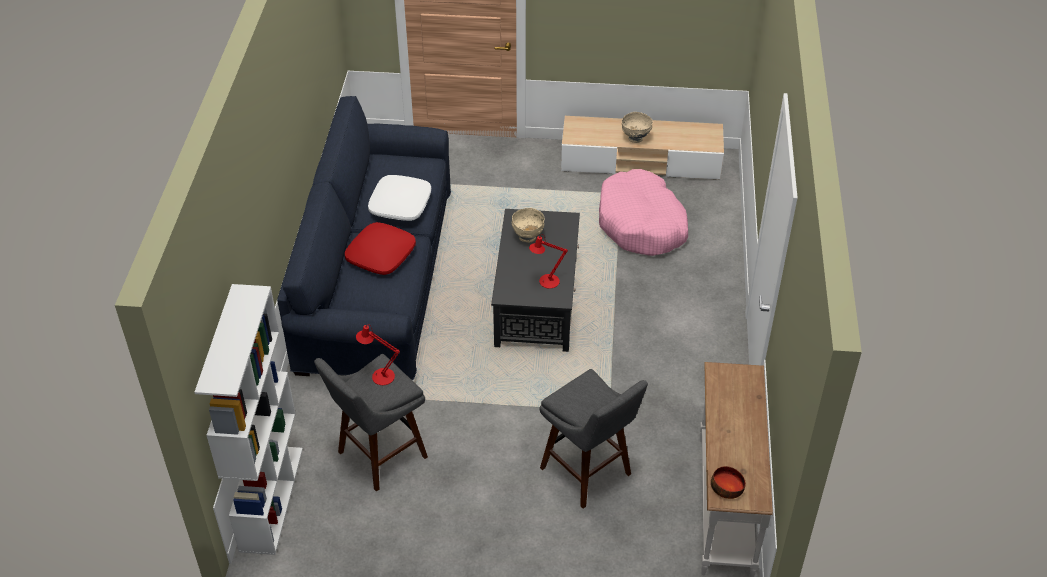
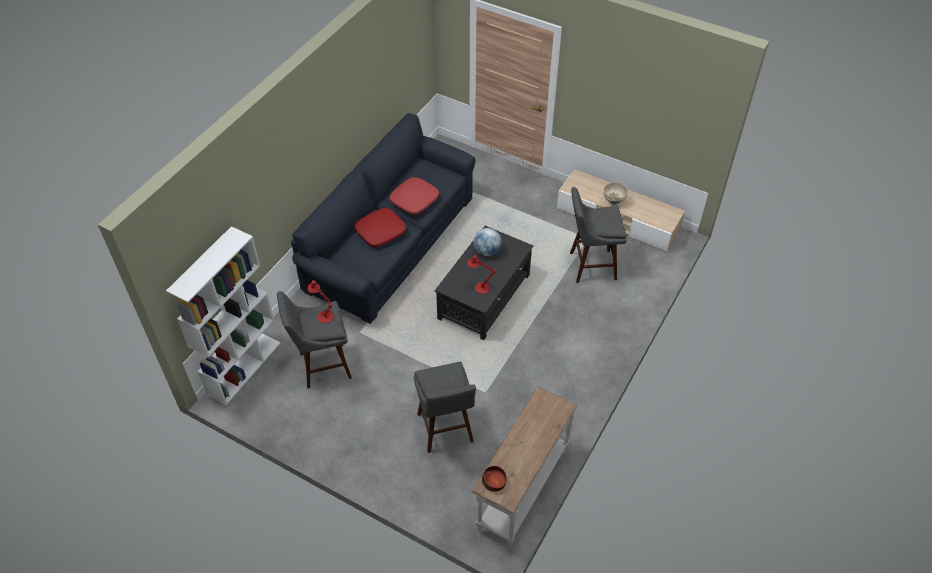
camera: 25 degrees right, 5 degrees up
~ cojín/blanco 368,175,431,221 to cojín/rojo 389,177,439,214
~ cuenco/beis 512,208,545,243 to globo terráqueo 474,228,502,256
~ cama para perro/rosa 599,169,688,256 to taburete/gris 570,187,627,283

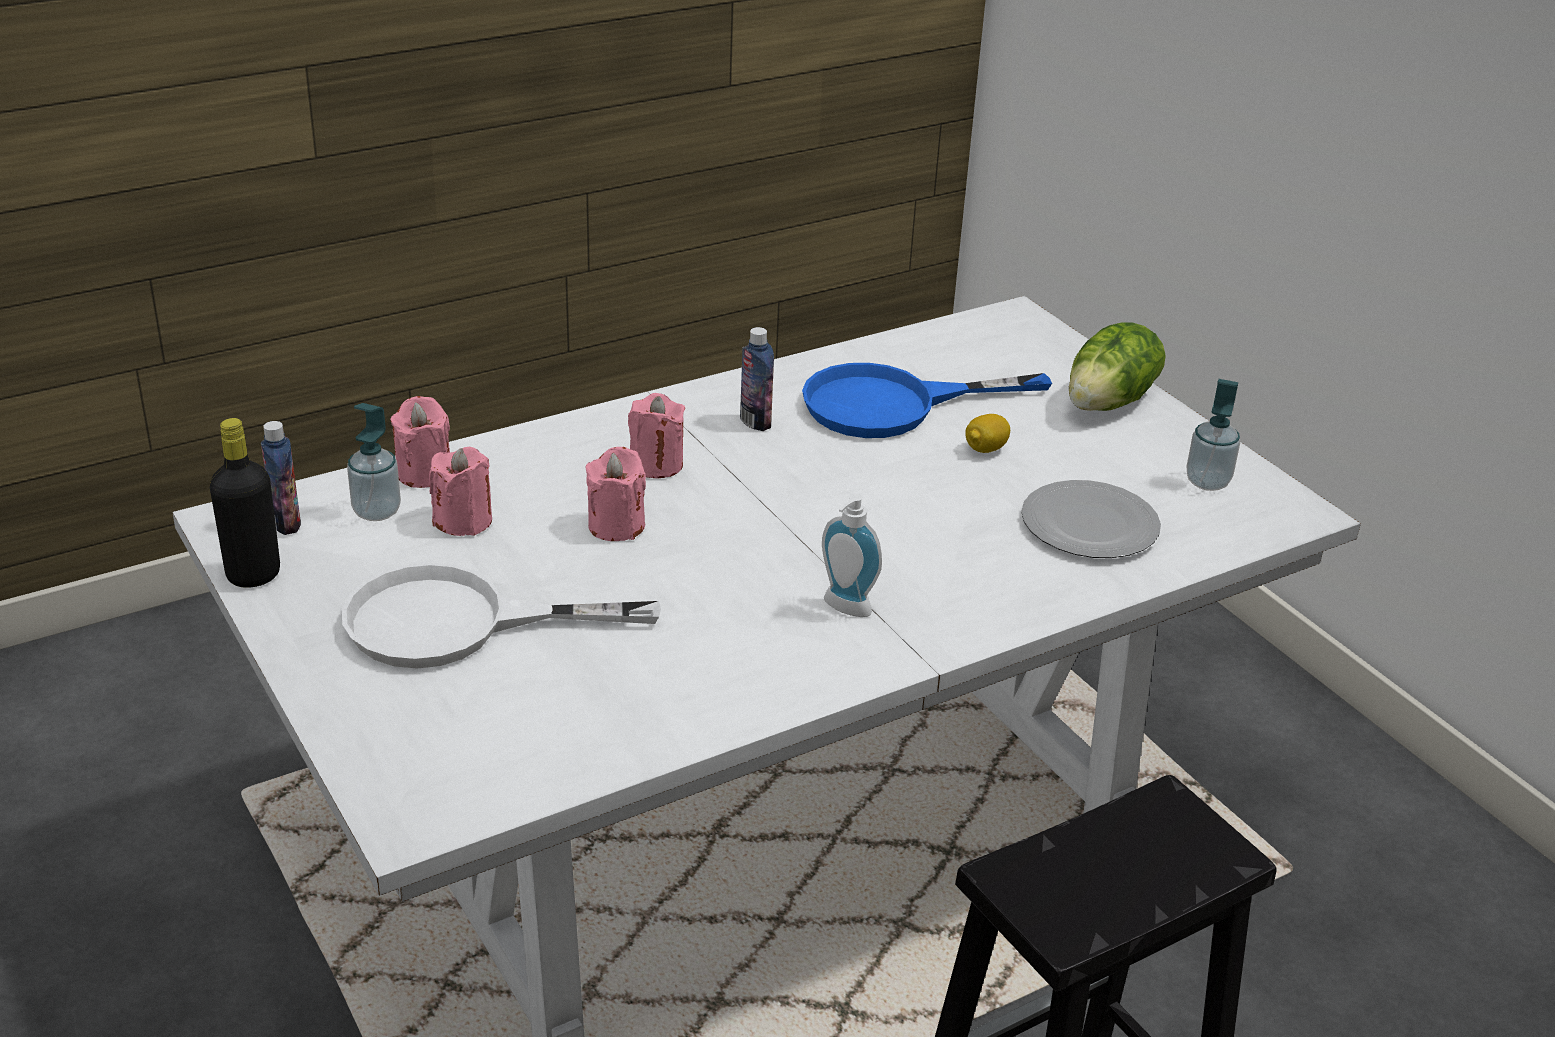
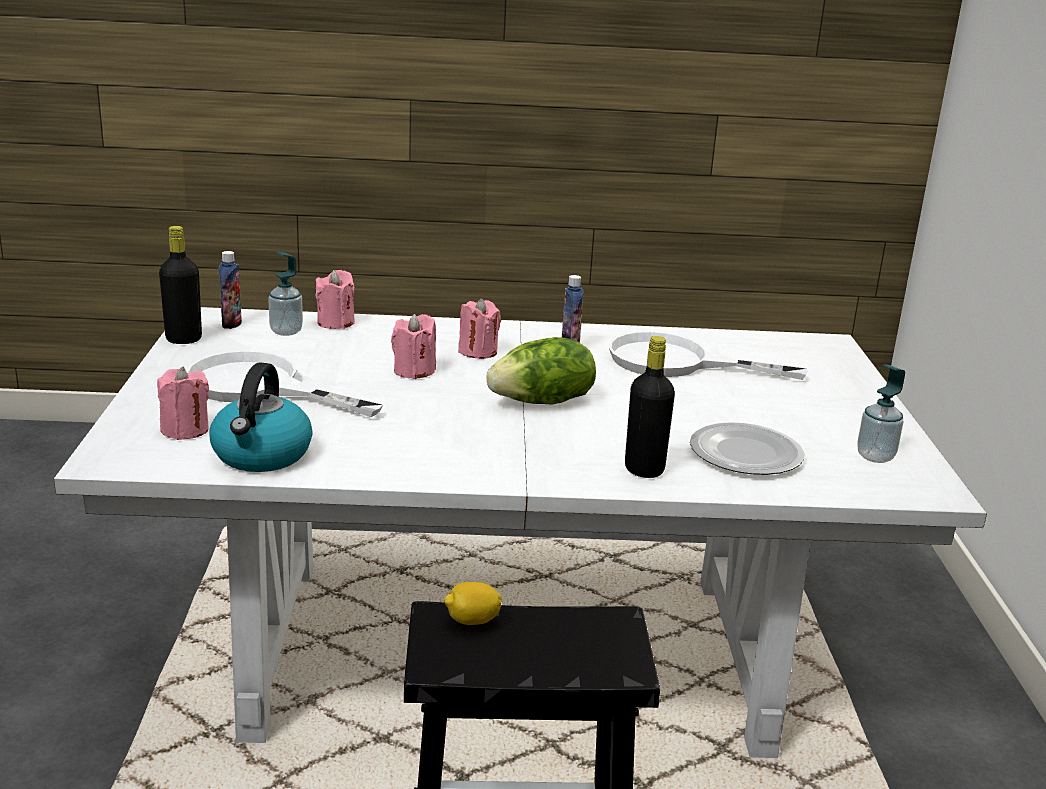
camera: 30 degrees right, 10 degrees down
~ vela/rosa 429,447,492,536 to 157,367,209,440
+ hervidor 209,362,312,472
~ limón 965,414,1010,453 to 444,582,502,625
~ lechuga 1069,322,1166,411 to 487,337,596,405
~ sartén/azul 802,363,1052,438 to sartén/blanco 609,331,808,380
+ botella/negro 625,336,675,478
- dispensador de jabón 822,493,882,617

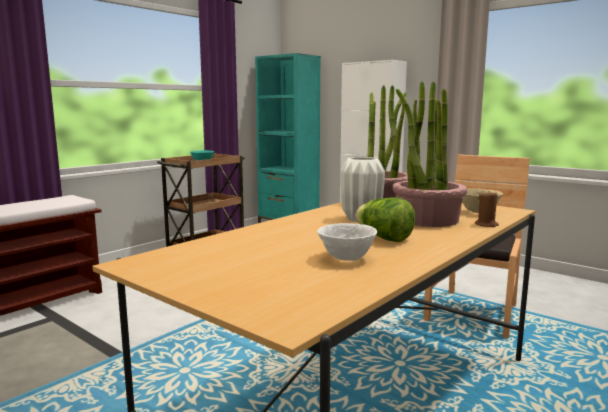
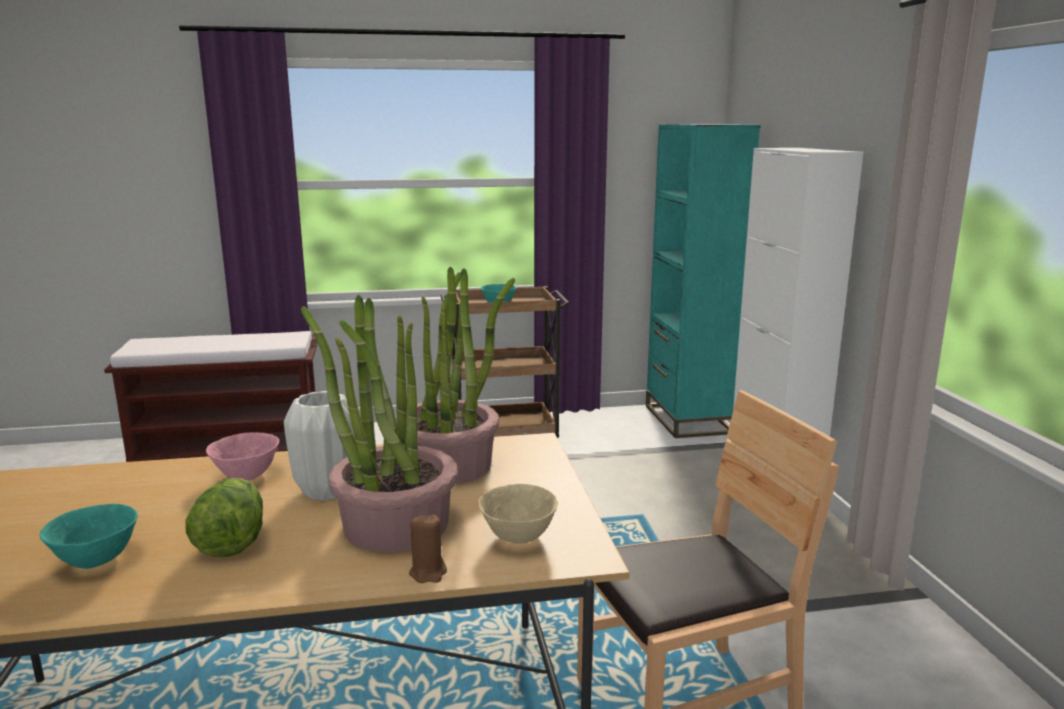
camera: 40 degrees right, 5 degrees up
~ cuenco/blanco 317,223,377,261 to cuenco/turquesa 40,504,138,569
+ cuenco/rosa 206,432,279,480

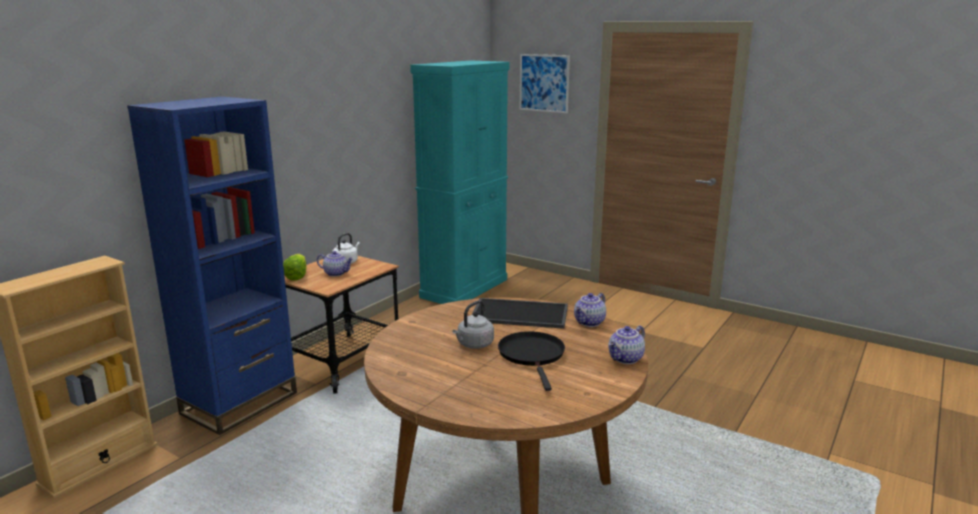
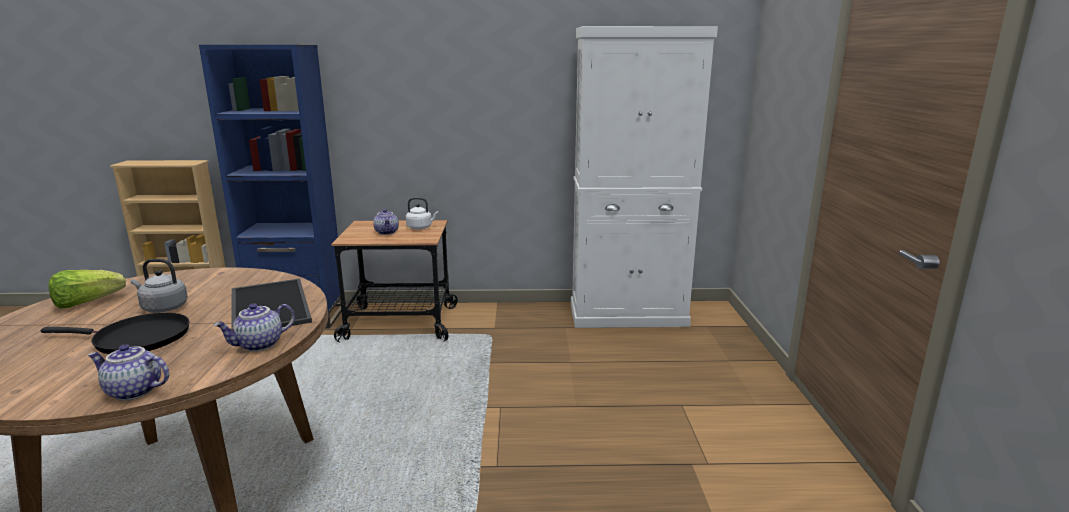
camera: 55 degrees right, 0 degrees up
~ sartén/negro 498,331,565,391 = 41,313,190,354 45 degrees clockwise
~ lechuga 283,254,307,281 to 48,270,126,309
~ tetera 574,293,606,327 = 213,303,295,352 45 degrees counterclockwise
~ armario/turquesa 410,60,510,304 to armario/blanco 571,26,718,328
- cuadro 520,54,570,113

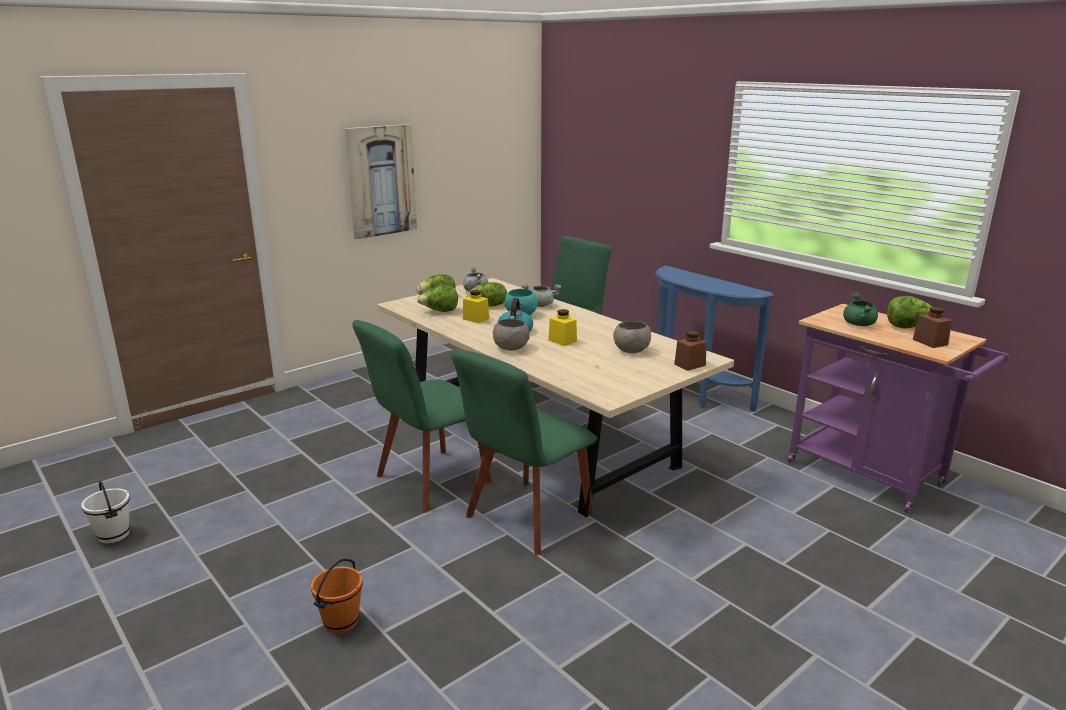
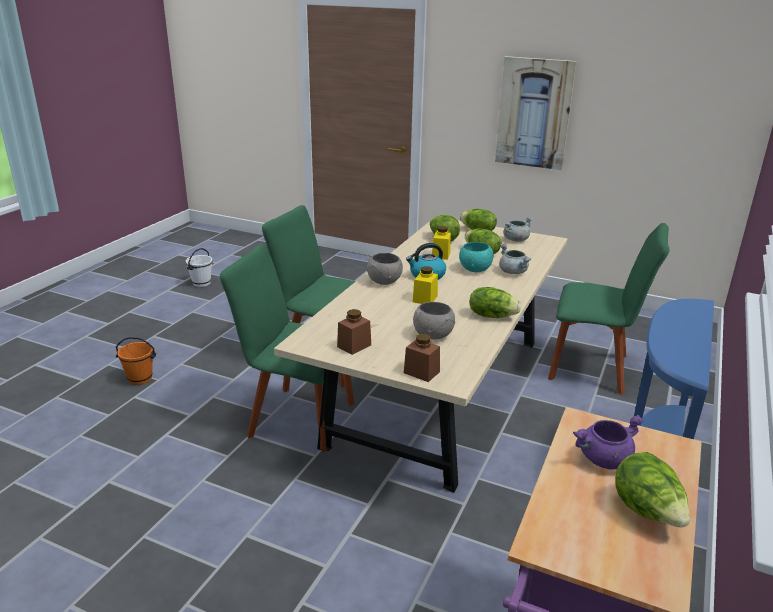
camera: 65 degrees right, 5 degrees up
~ tarro/marrón 913,307,952,348 to 337,309,371,355
+ lechuga 469,287,521,318
~ olla/verde 843,293,878,326 to olla/morado 573,415,643,469

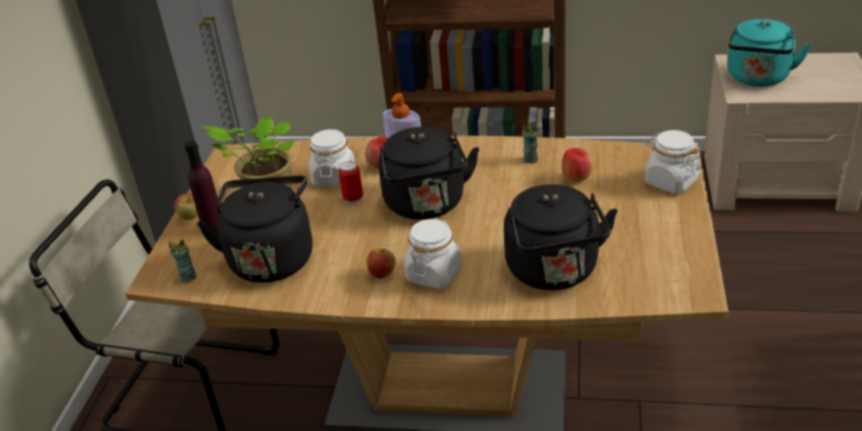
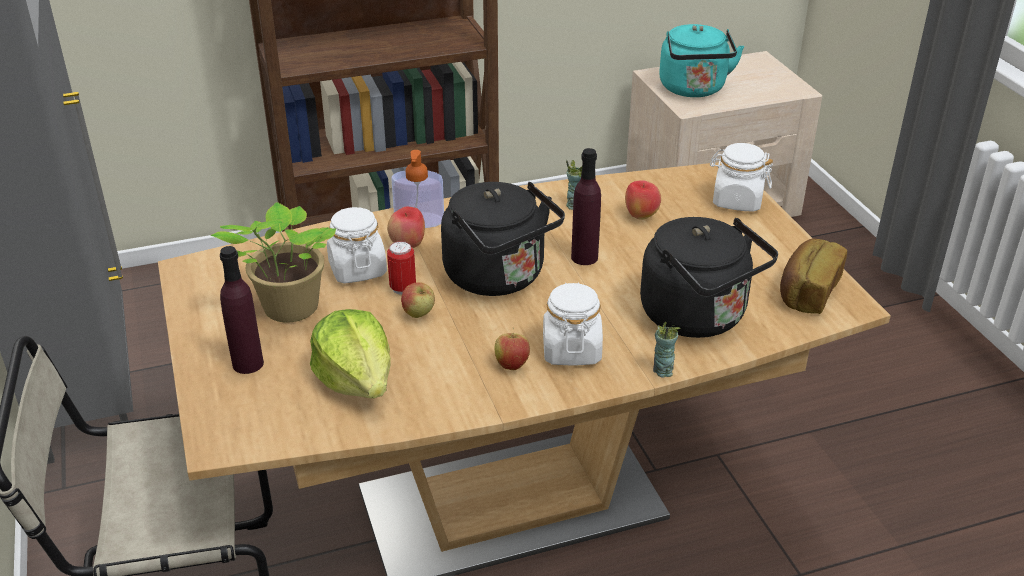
camera: 30 degrees left, 0 degrees up
~ hervidor/negro 197,176,313,283 to lechuga 310,309,391,399
~ manzana 174,193,198,220 to 401,282,435,318
+ botella/morado 571,148,601,265
~ taza 168,239,196,283 to 653,321,680,378
+ pan 780,239,847,314

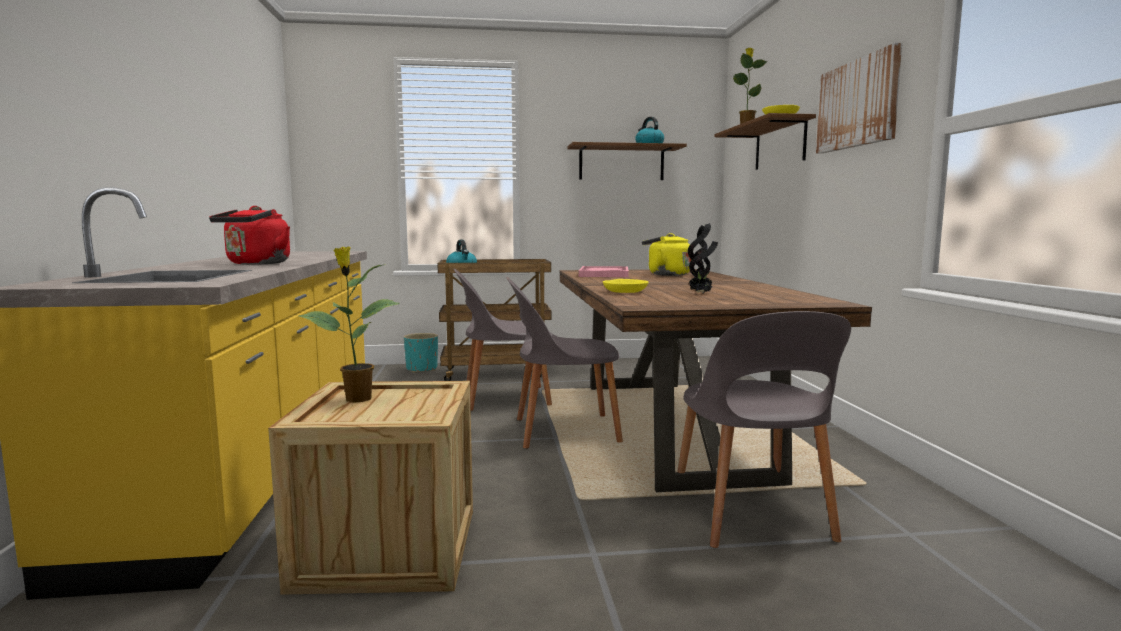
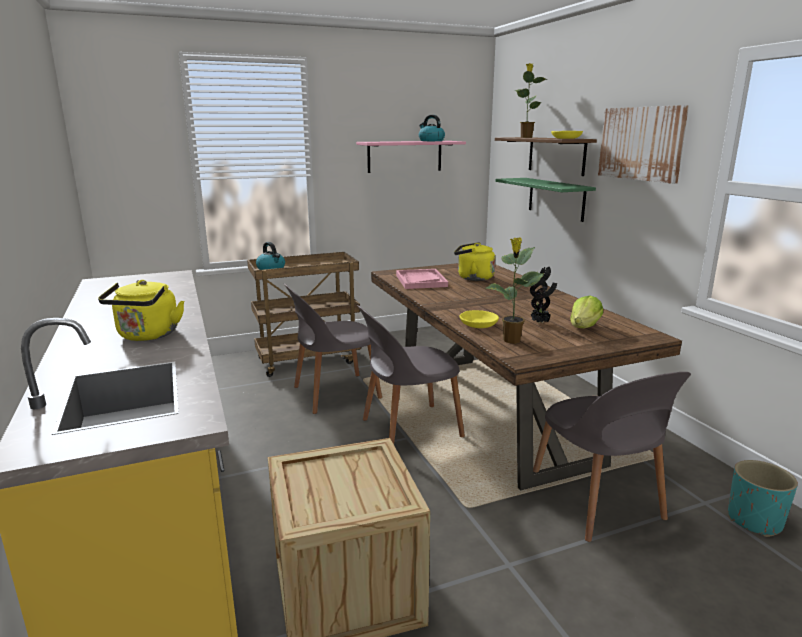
camera: 15 degrees left, 10 degrees up
~ hervidor/rojo 209,206,290,265 to hervidor/amarillo 98,280,184,341
~ estante/marrón 567,142,687,180 to estante/rosa 356,141,466,173
~ planta en maceta 299,247,400,403 to 486,238,543,344
+ estante/verde 495,178,596,222
+ lechuga 570,296,603,328
~ maceta/turquesa 404,333,438,373 to 728,460,798,537

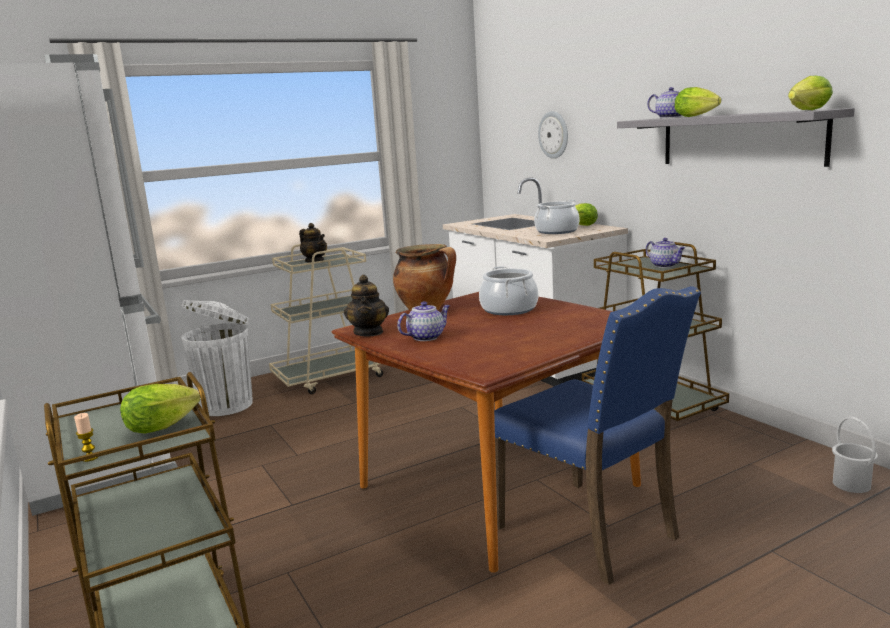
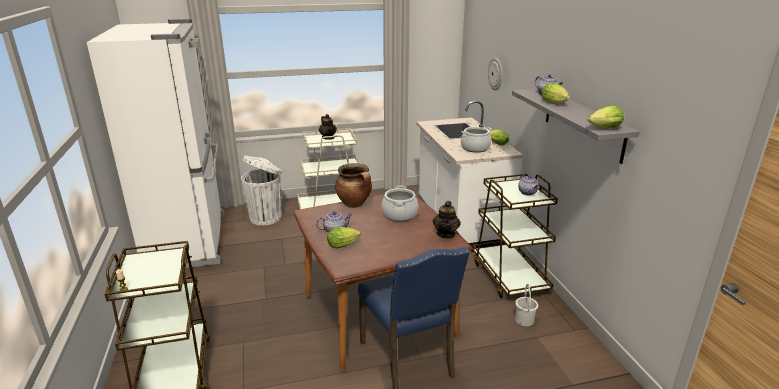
camera: 15 degrees right, 10 degrees up
~ lechuga 120,384,200,434 to 327,227,361,248
~ tetera 344,275,389,336 to 433,201,461,239
~ cubo/blanco 832,416,878,493 to 515,284,538,326

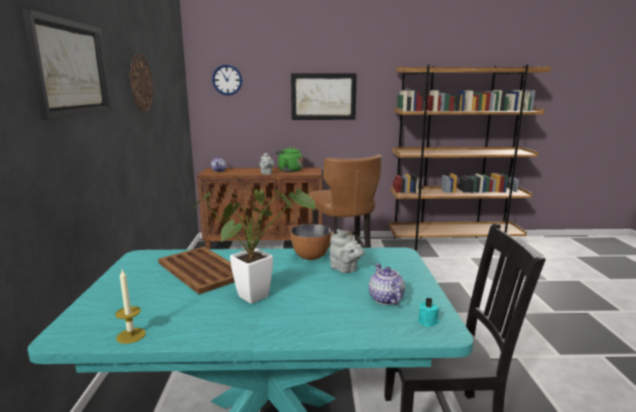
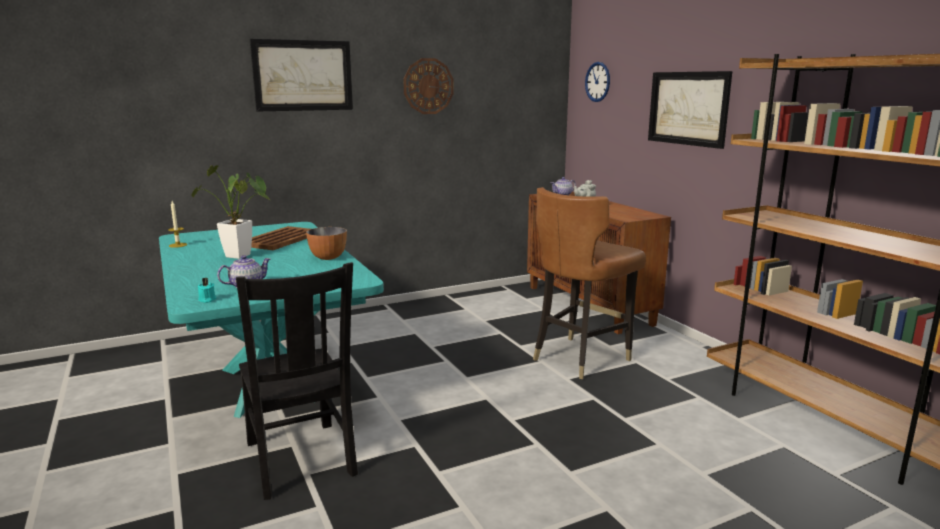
camera: 65 degrees right, 0 degrees up
- hervidor/verde 274,147,303,172
- tetera/gris 330,229,364,273

